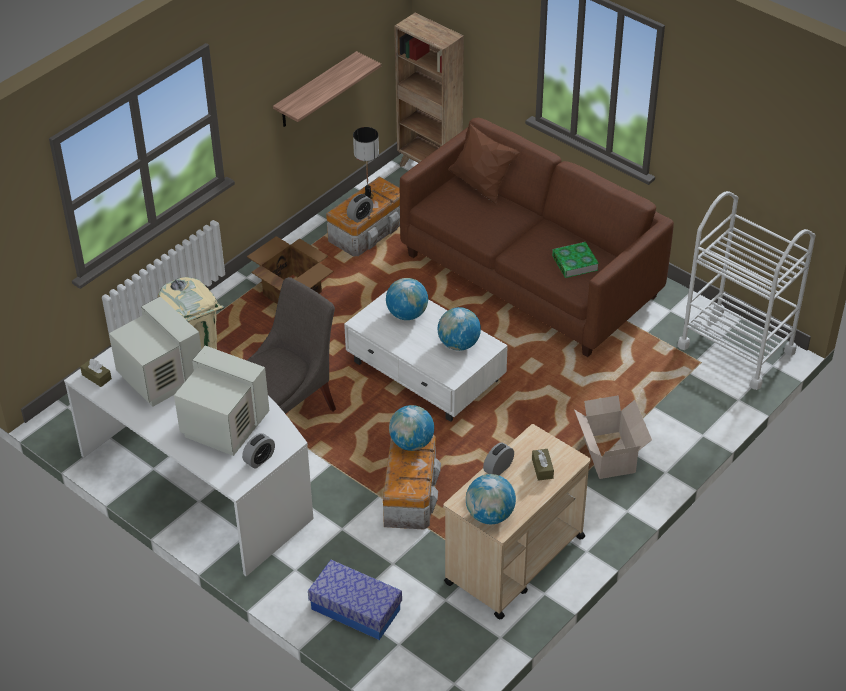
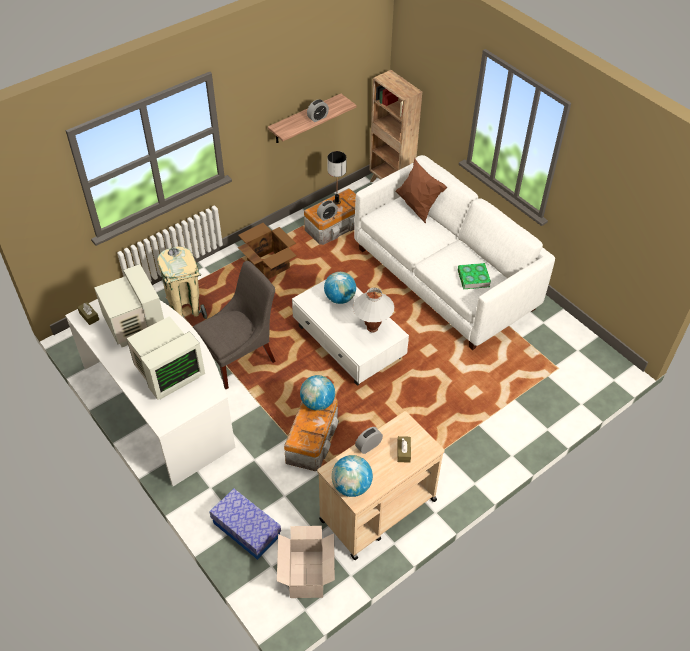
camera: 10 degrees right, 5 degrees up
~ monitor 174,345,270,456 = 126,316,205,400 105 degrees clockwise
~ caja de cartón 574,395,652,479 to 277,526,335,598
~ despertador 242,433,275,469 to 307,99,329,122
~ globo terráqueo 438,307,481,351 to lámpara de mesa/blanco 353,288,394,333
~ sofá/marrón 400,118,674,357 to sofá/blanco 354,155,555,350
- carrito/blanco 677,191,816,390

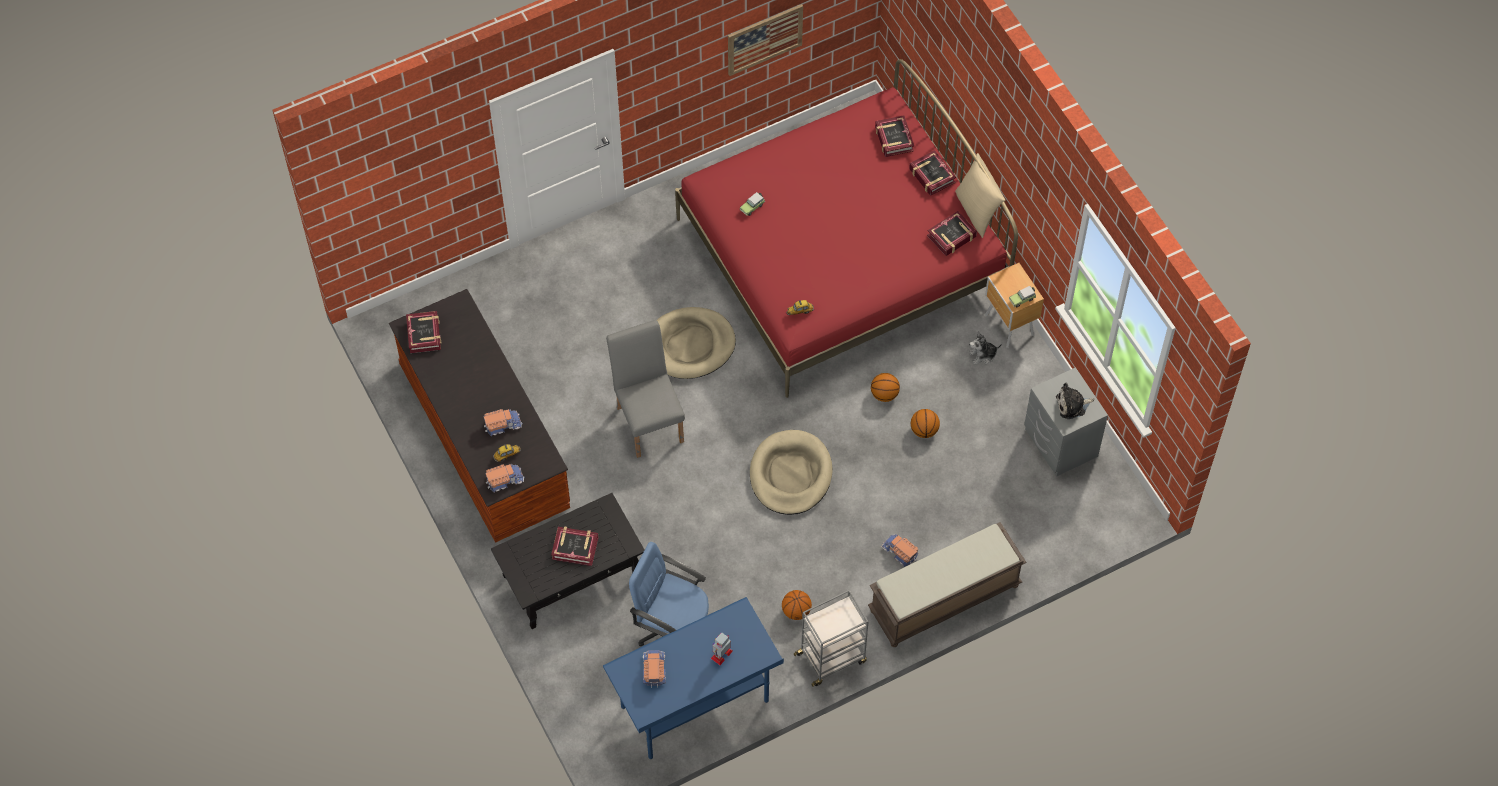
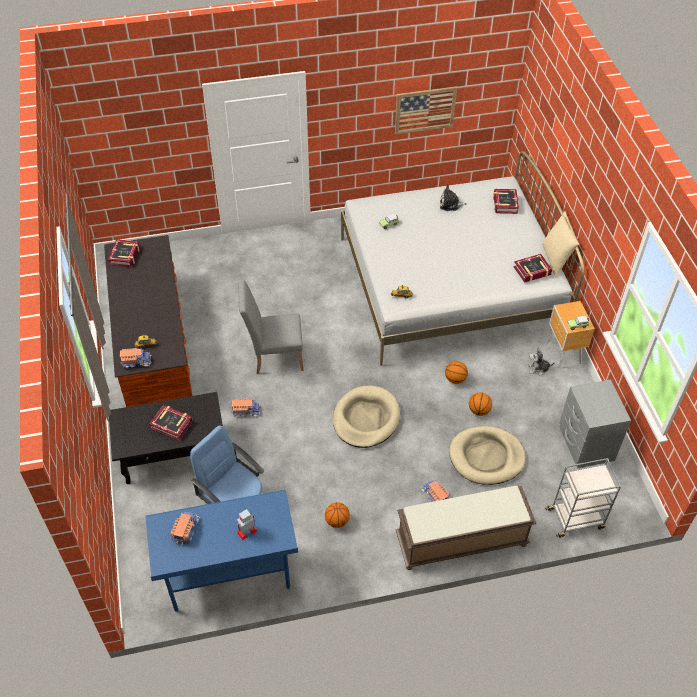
camera: 15 degrees right, 10 degrees down
~ camión de juguete 484,409,523,437 to 232,398,261,417
~ silla/gris 606,320,685,458 = 238,280,304,374 90 degrees counterclockwise
~ cama/rojo 675,59,1018,398 to cama/blanco 341,151,584,366
~ peluche 1056,383,1094,419 to 440,185,467,211
~ cama para perro/beis 657,307,736,379 to 449,426,526,485
~ carrito/gris 794,590,869,687 to 545,458,621,538
- libro 909,150,956,196

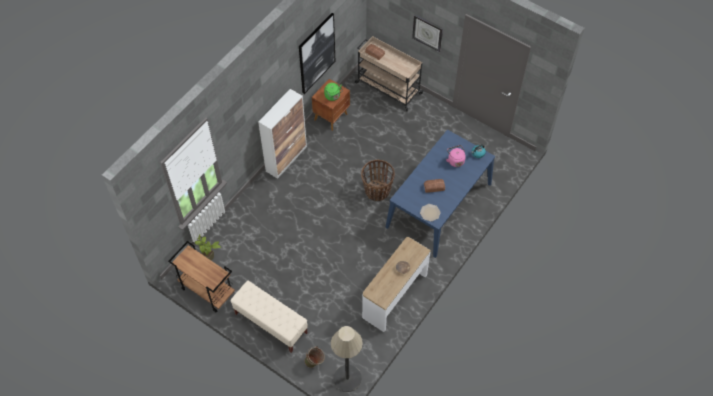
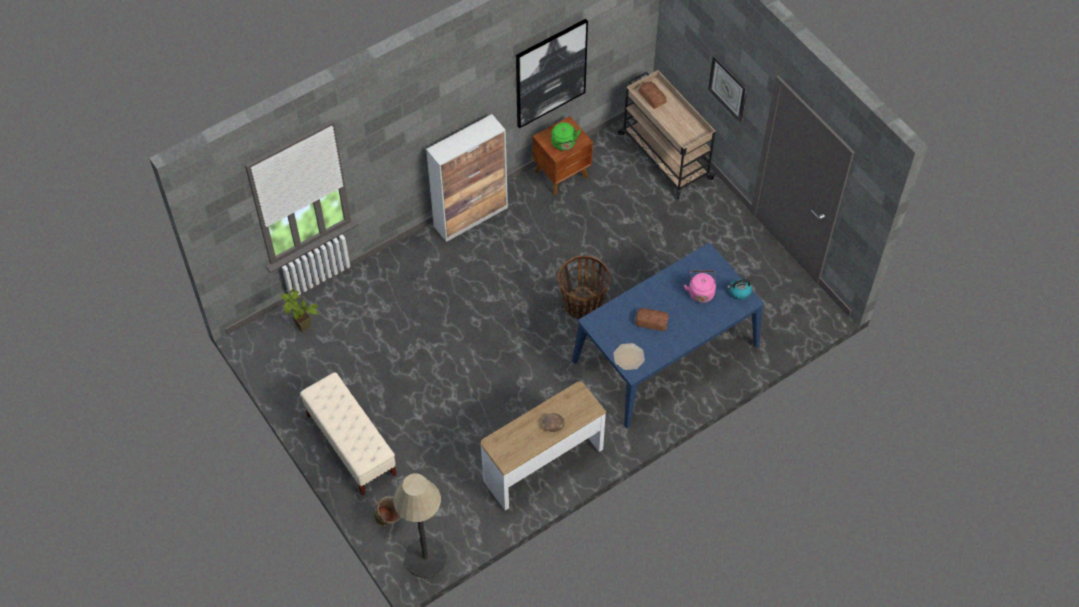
camera: 20 degrees right, 0 degrees up
- carrito/marrón 168,241,235,312

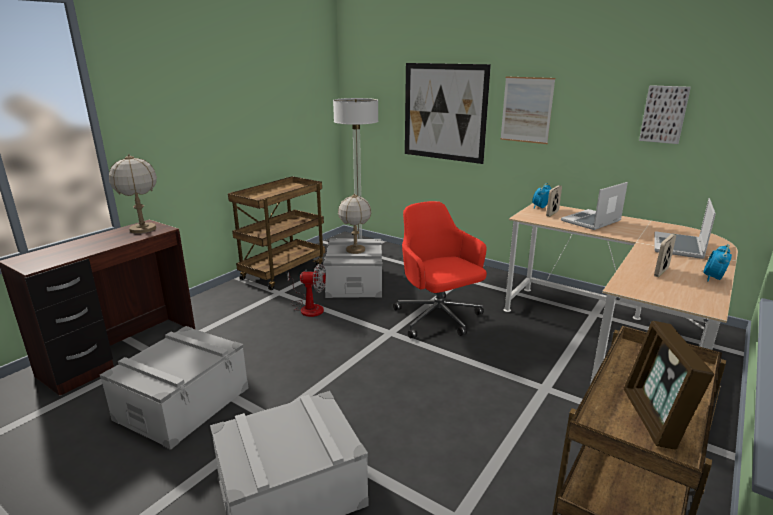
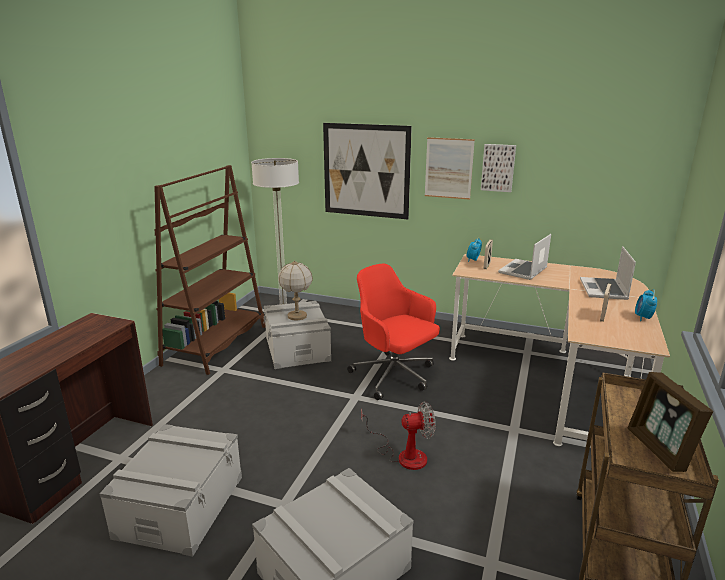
camera: 15 degrees left, 0 degrees up
~ carrito/marrón 228,176,325,290 to estantería/marrón 154,165,266,375
~ ventilador 287,264,326,317 to 361,402,436,470
~ cuadro 639,85,691,144 to 481,144,516,192
- lámpara de mesa 109,154,157,234

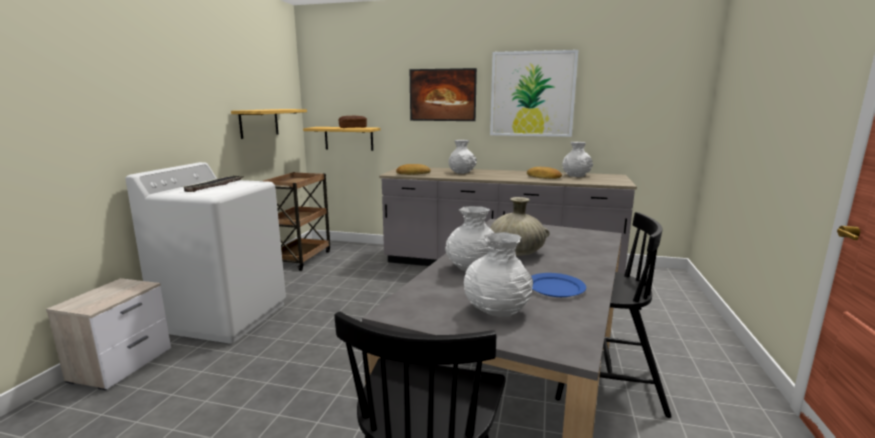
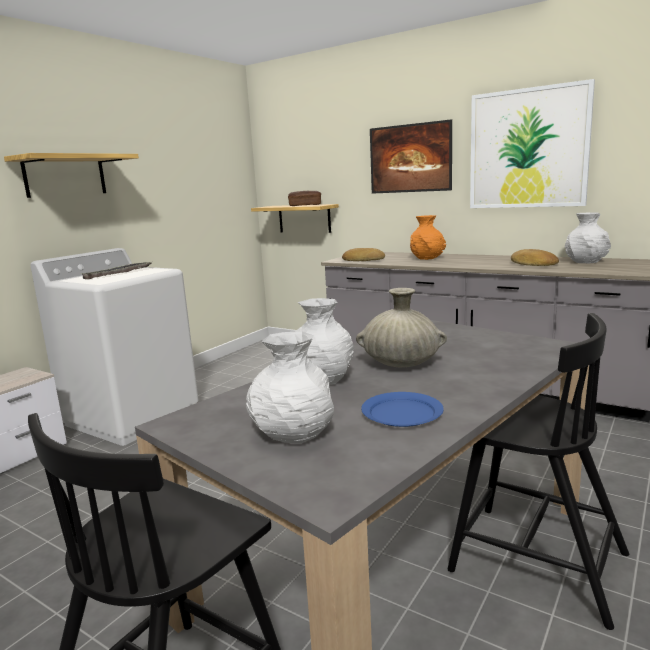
camera: 20 degrees right, 0 degrees up
~ estante 231,109,307,139 to 4,153,139,198
~ florero/blanco 448,140,477,174 to florero/naranja 410,215,446,260
- carrito/marrón 263,172,330,271

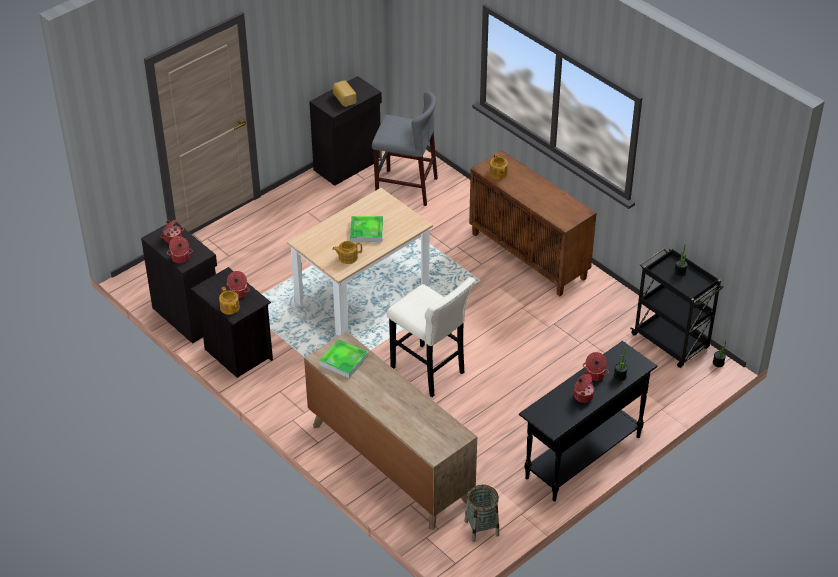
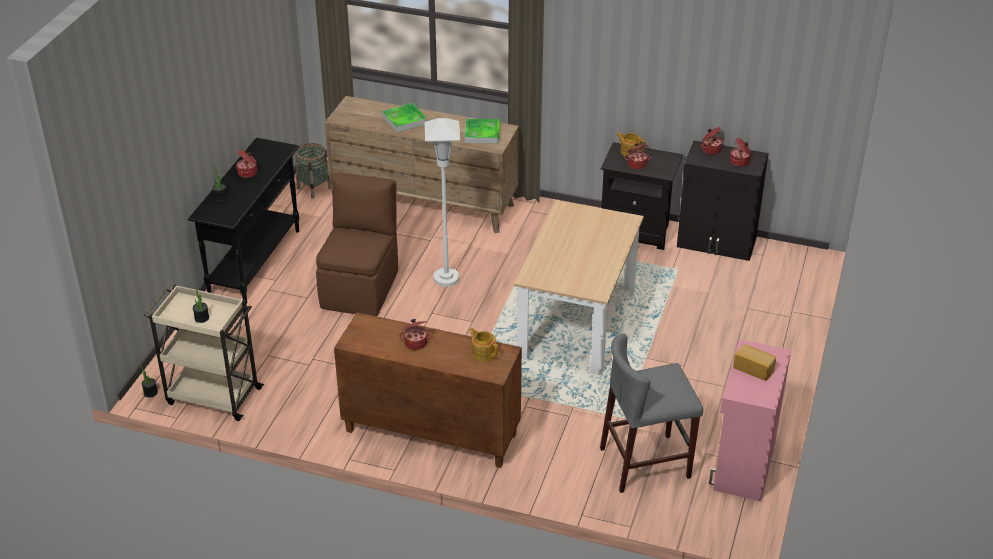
camera: 150 degrees right, 5 degrees down
~ carrito/negro 630,247,724,368 to carrito/beis 144,284,264,421
+ silla/marrón 316,173,398,316
~ bandeja 350,216,383,242 to 382,103,427,133
~ olla 583,352,609,381 to 399,319,432,350
~ taburete/beis 387,277,475,397 to lámpara de pie/blanco 425,118,460,287
~ armario/negro 309,76,382,186 to armario/rosa 709,339,791,501
- tetera 332,241,362,264

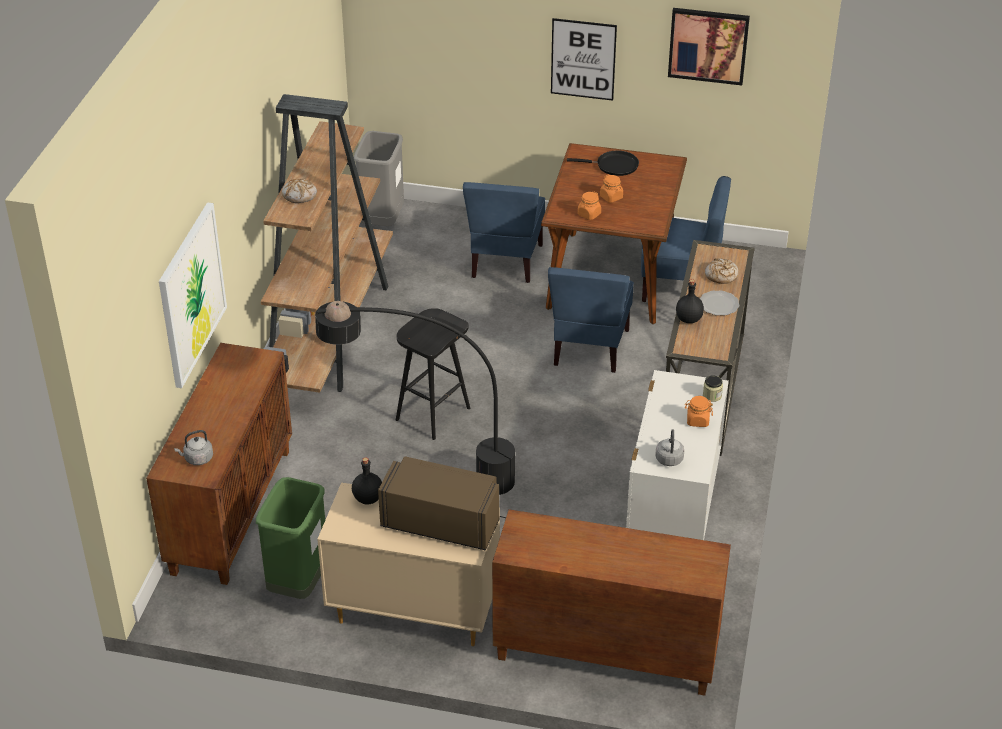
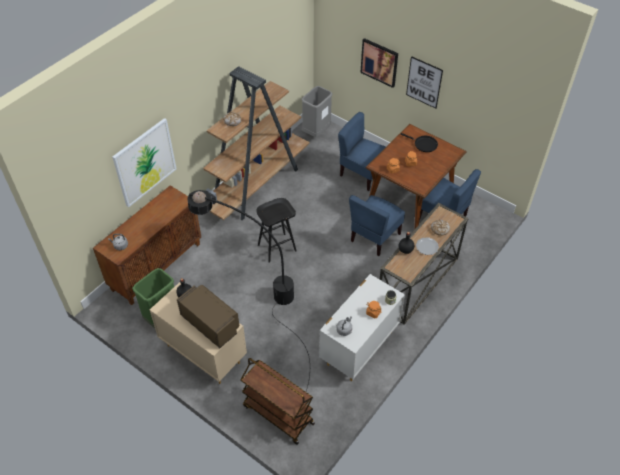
camera: 25 degrees right, 10 degrees up
~ armario/marrón 492,509,731,696 to carrito/marrón 241,358,315,445
~ silla/azul 463,182,545,283 = 338,112,386,191 90 degrees clockwise
~ cuadro 668,8,750,85 to 360,38,398,88

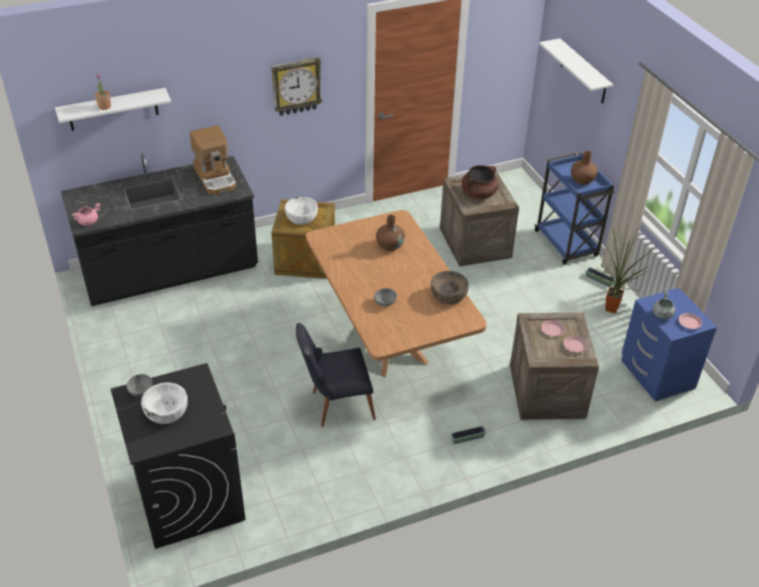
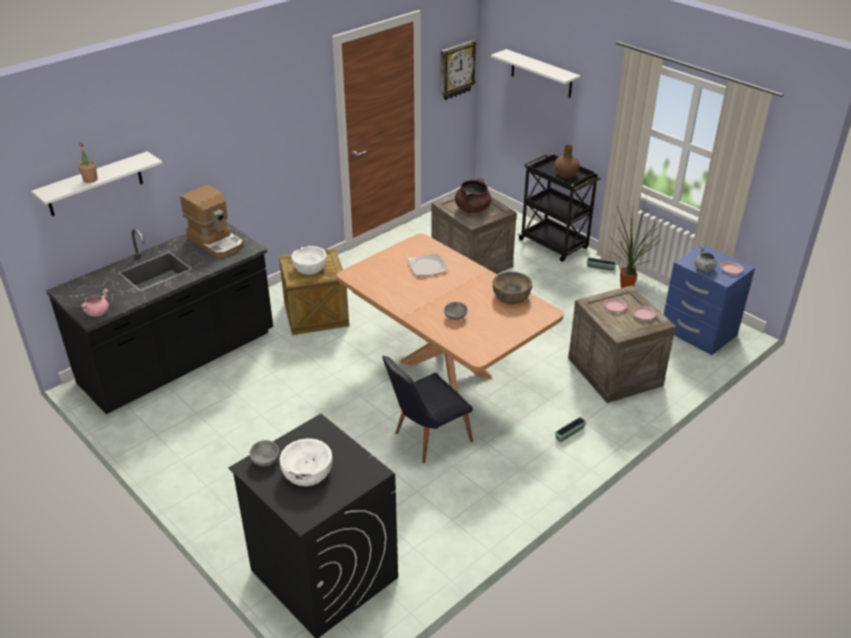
camera: 20 degrees left, 5 degrees down
~ florero/marrón 376,215,405,251 to plato 407,253,448,276
~ reloj de pared 271,57,322,116 to 440,40,477,100
~ carrito/azul 535,153,614,265 to carrito/negro 518,153,601,262

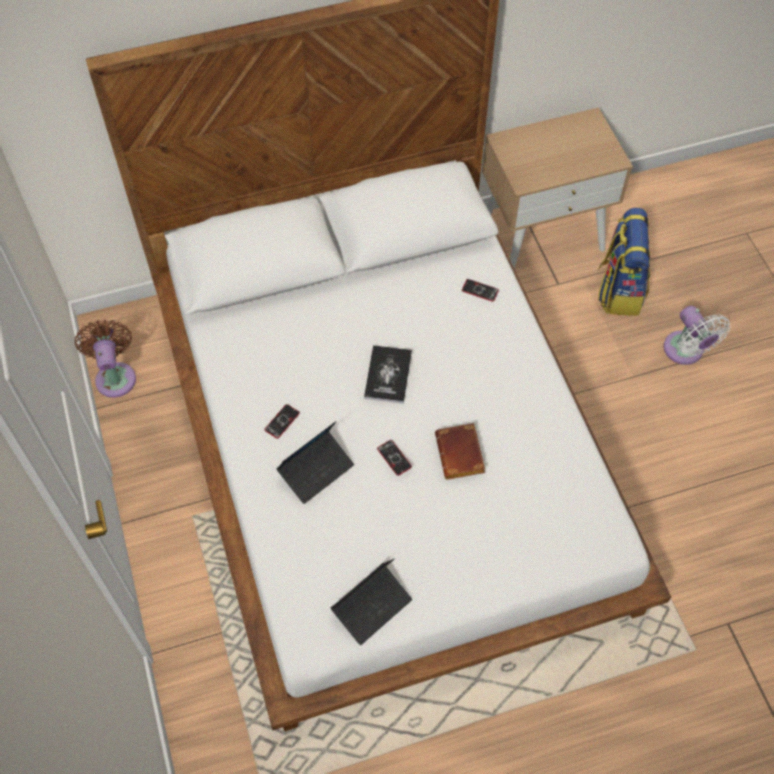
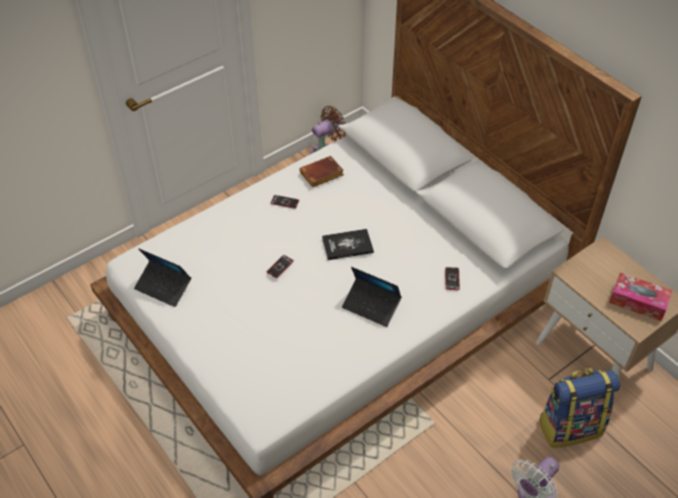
camera: 70 degrees right, 10 degrees down
~ libro/marrón 435,423,485,480 to 299,156,344,188
~ portátil 276,421,354,504 to 342,267,402,327
+ caja de pañuelos 609,272,672,321

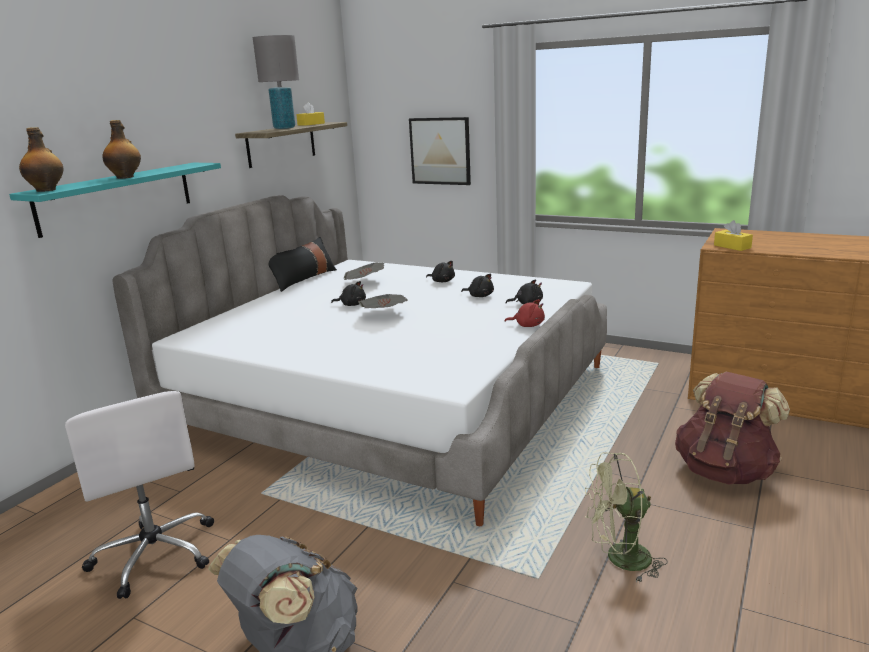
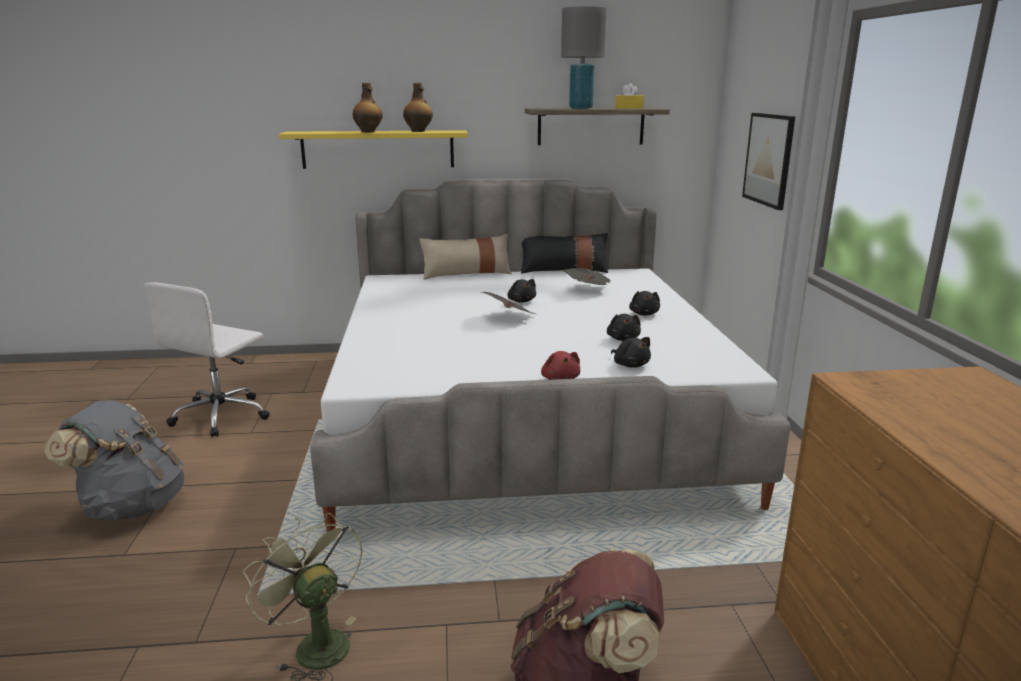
camera: 55 degrees right, 0 degrees up
~ estante/turquesa 9,163,221,238 to estante/amarillo 278,130,468,169
~ botella 19,127,63,192 to 403,83,433,132
+ cojín/beis 419,234,512,280
- caja de pañuelos/amarillo 714,220,753,251

